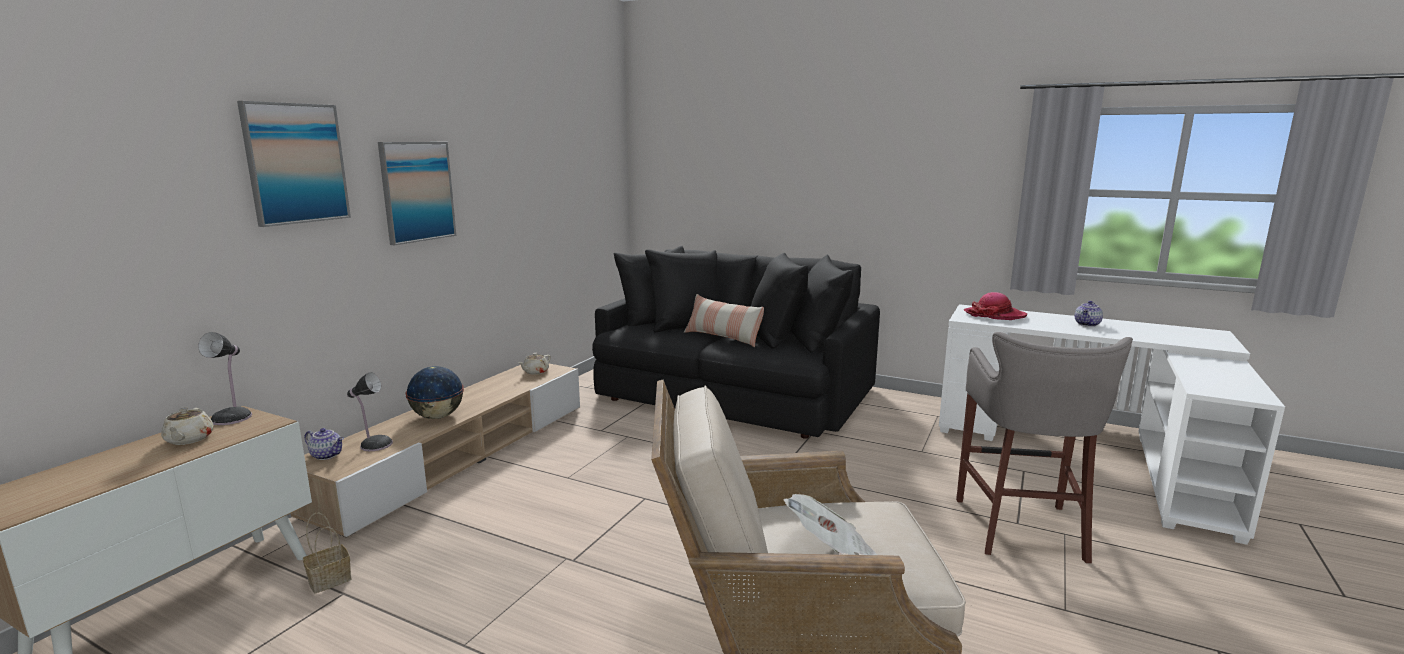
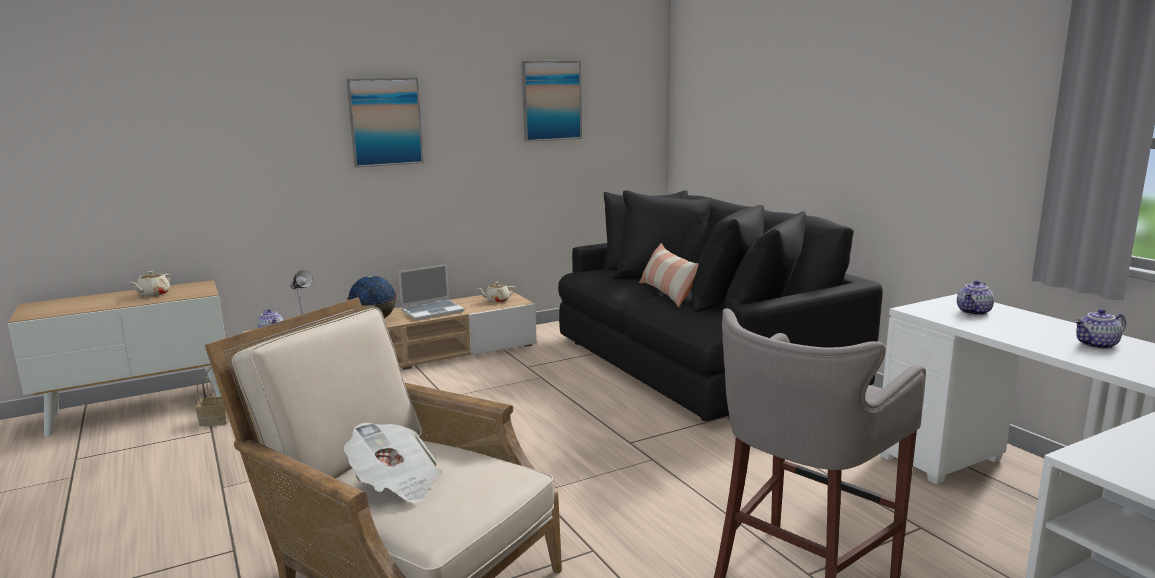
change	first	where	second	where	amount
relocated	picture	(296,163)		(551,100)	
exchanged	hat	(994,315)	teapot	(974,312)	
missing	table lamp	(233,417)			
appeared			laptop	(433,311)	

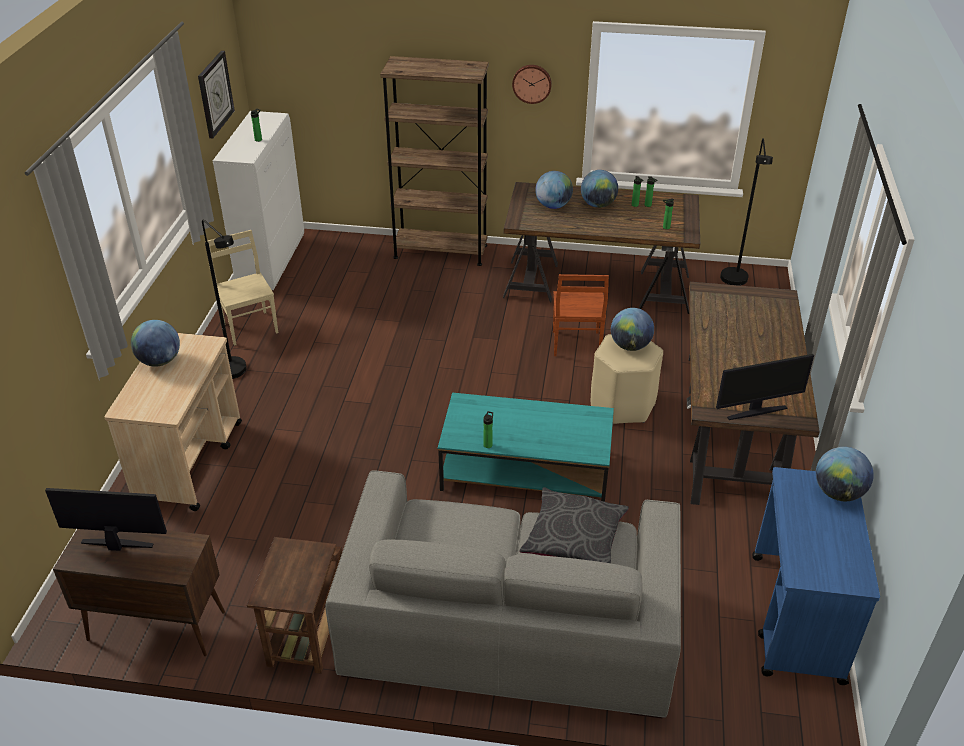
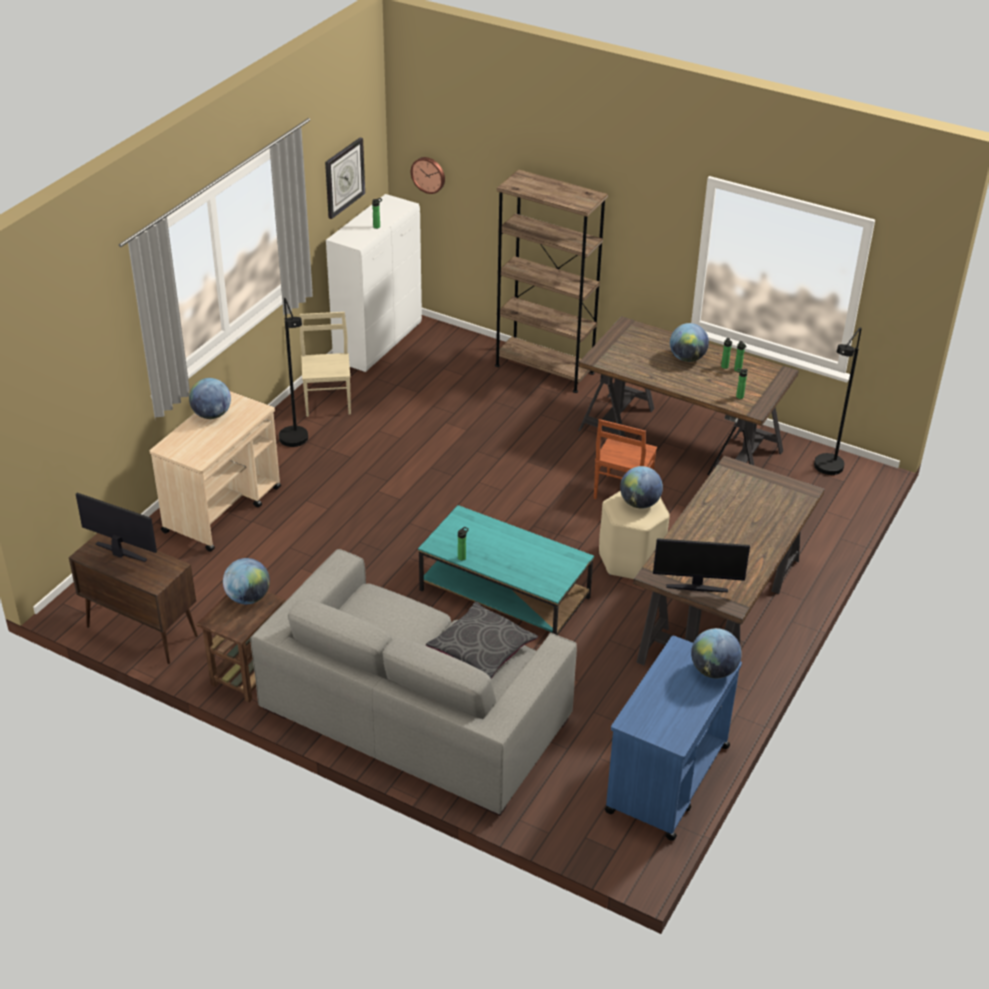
change	first	where	second	where	amount
relocated	wall clock	(532,83)		(428,174)	
relocated	globe	(553,206)		(248,598)	

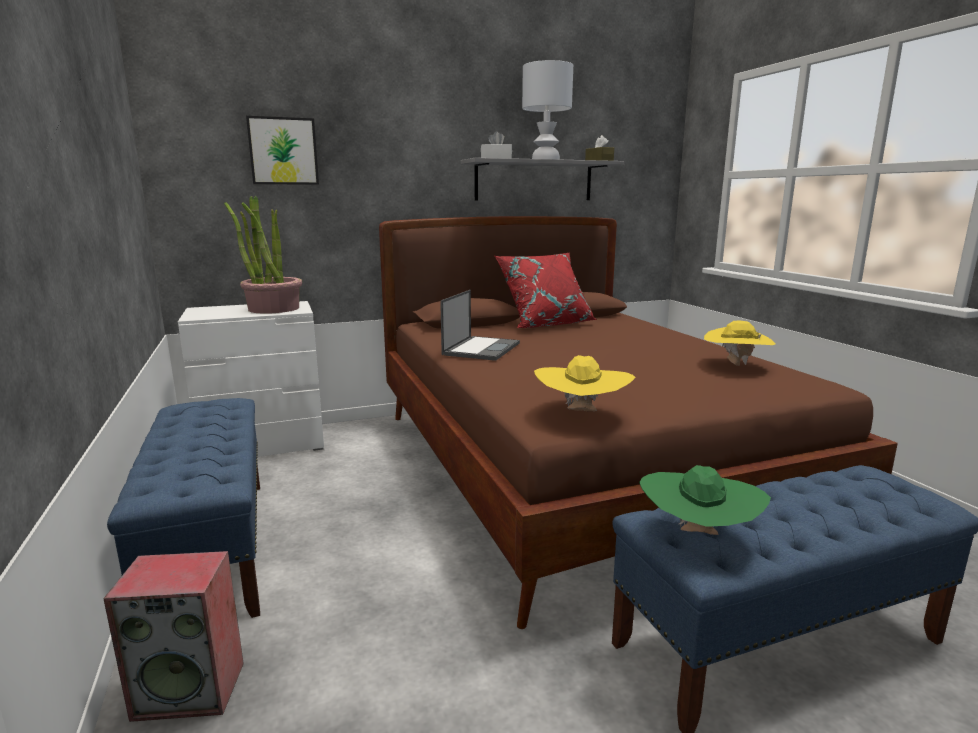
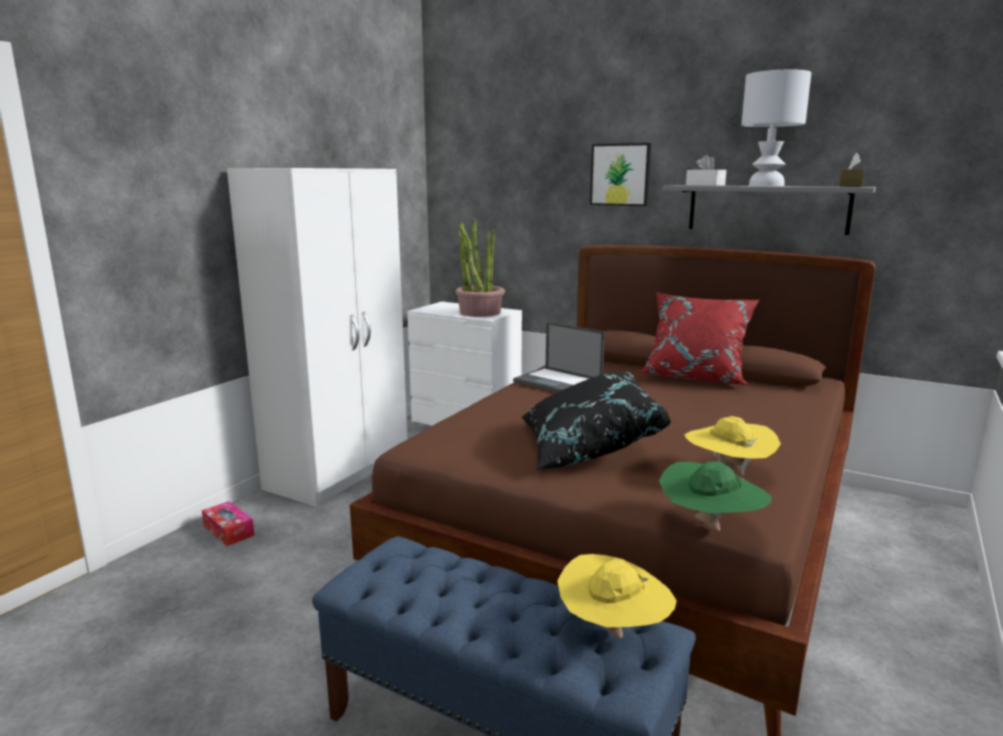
change	first	where	second	where	amount
relocated	picture	(283,151)		(621,174)	
spun	laptop	(481,348)		(559,382)	60 degrees clockwise
relocated	yellow hat	(581,413)		(613,631)	
exchanged	blue bench	(211,548)	white wardrobe	(340,472)	
relocated	green hat	(697,535)		(710,527)	
exchanged	speaker	(191,689)	tissue box	(228,531)	
appeared			black pillow	(586,448)	

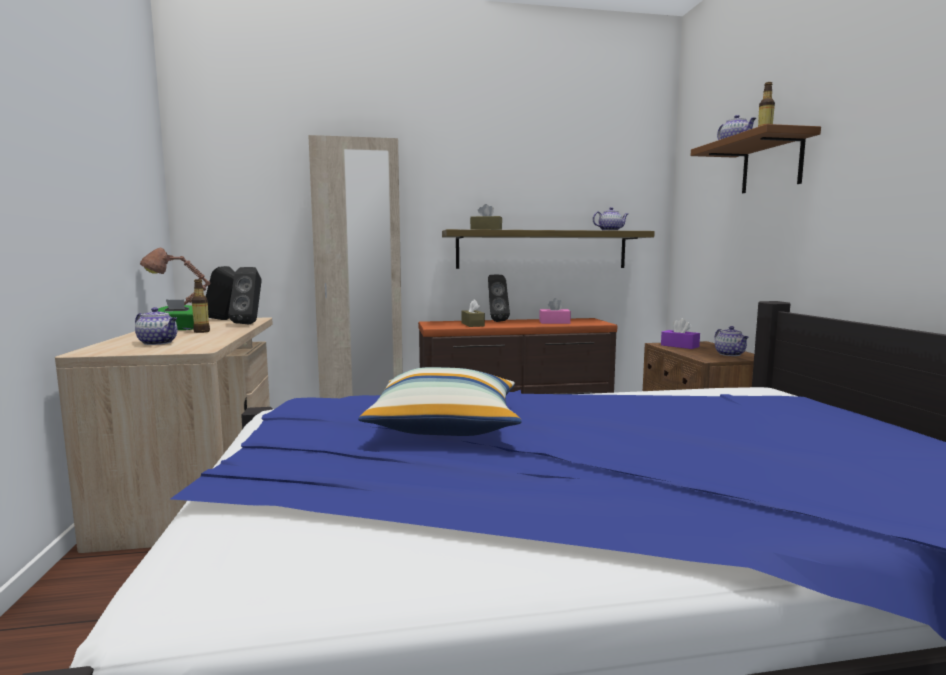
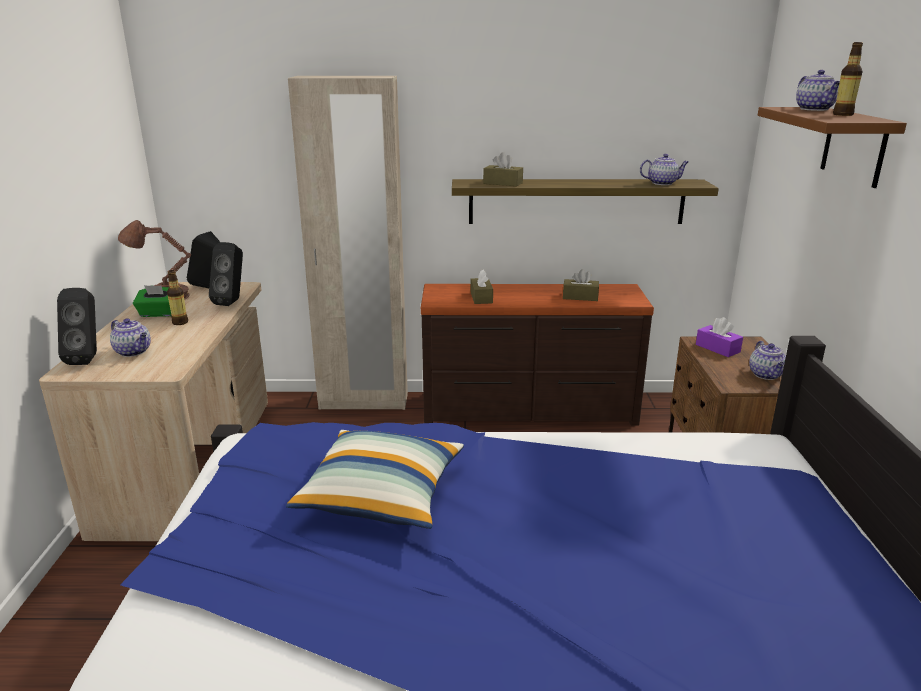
change	first	where	second	where	amount
relocated	black speaker	(496,321)		(88,359)	
colour	pink tissue box	(554,322)	brown tissue box	(580,297)	

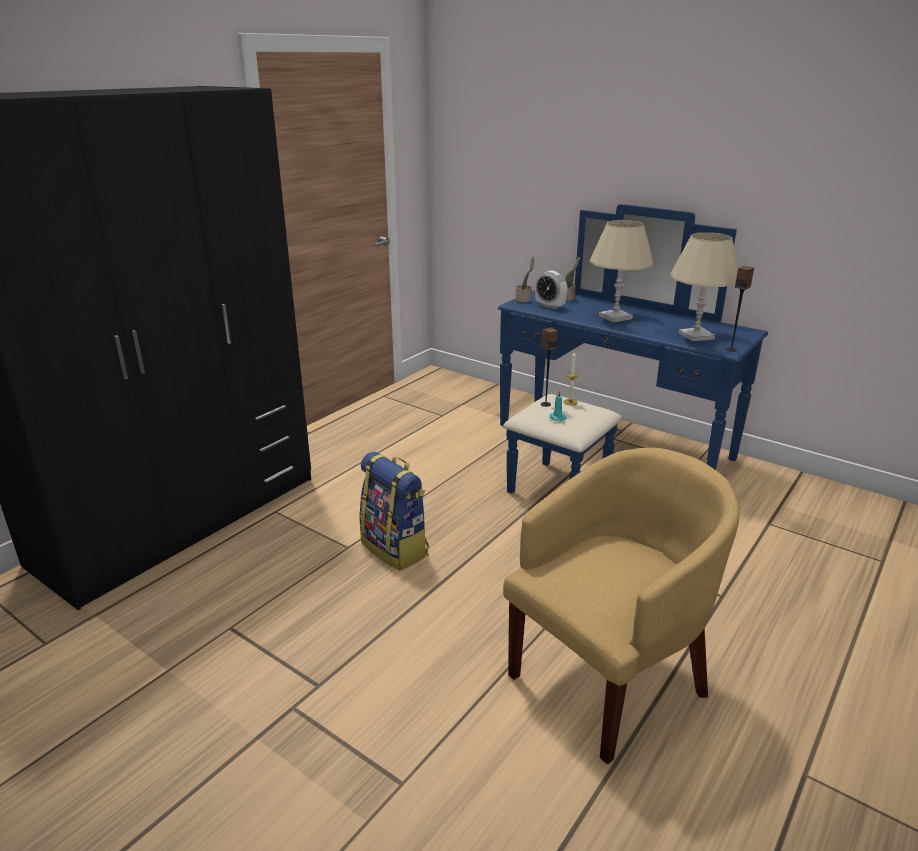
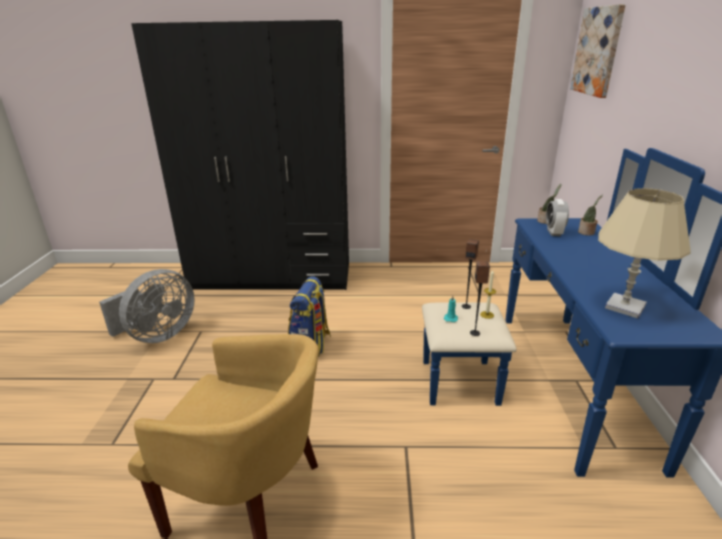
change	first	where	second	where	amount
missing	beige table lamp	(615,317)			
relocated	speaker	(731,349)		(475,333)	
appeared			picture	(598,51)	
appeared			grey fan	(158,335)	

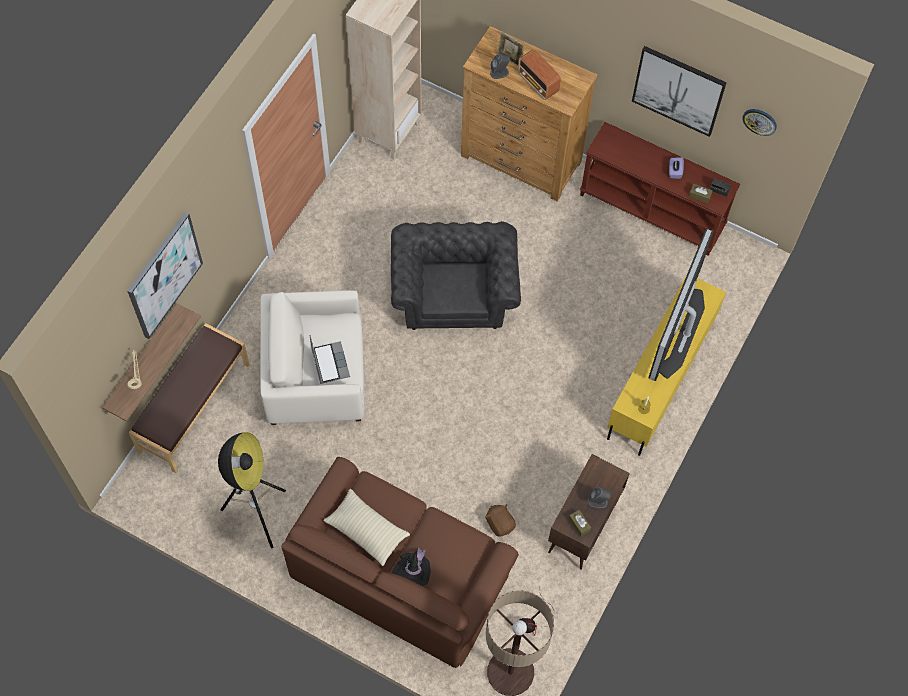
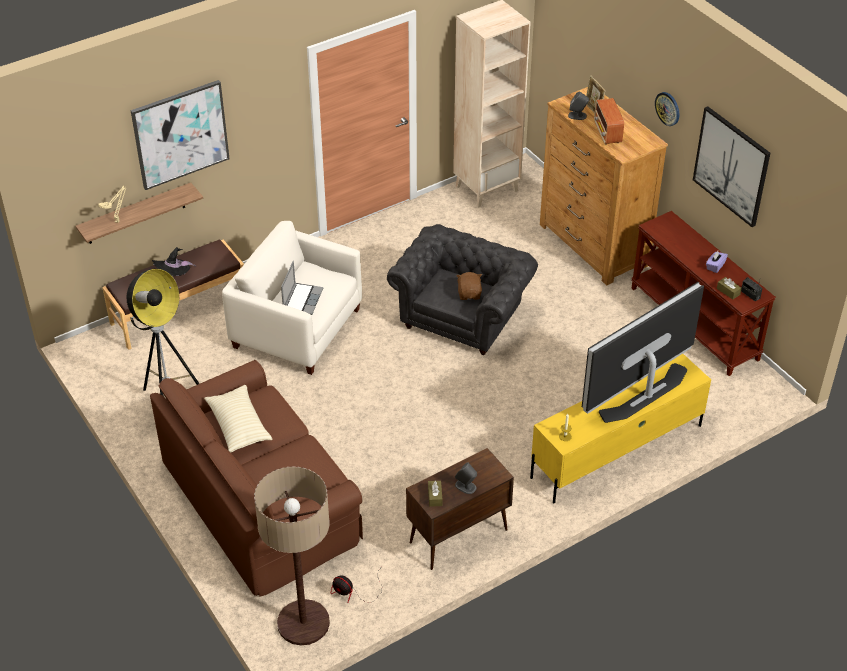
change	first	where	second	where	amount
relocated	wall clock	(760,121)		(668,108)	
relocated	brown plush toy	(500,523)		(469,294)	
relocated	black hat	(413,573)		(174,276)	

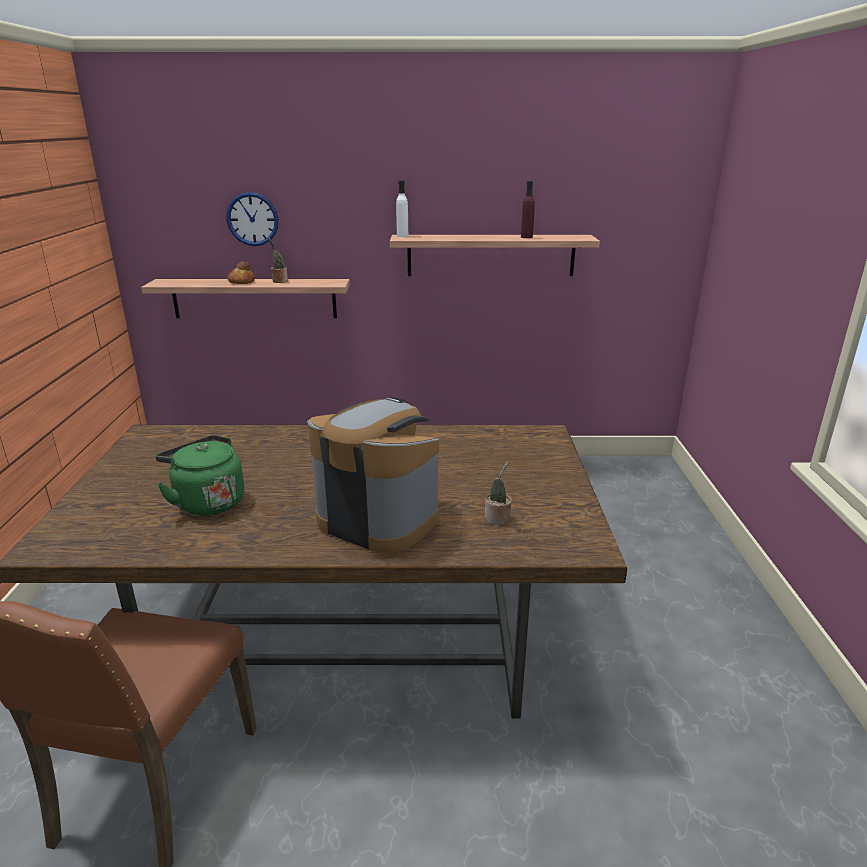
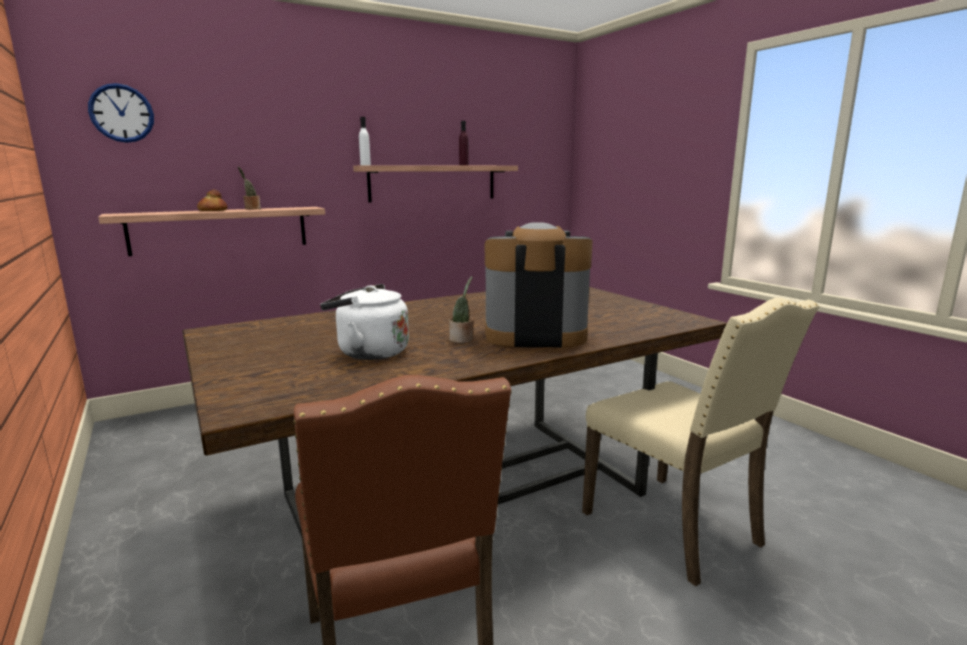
change	first	where	second	where	amount
relocated	wall clock	(252,219)		(121,113)	
colour	green kettle	(207,502)	white kettle	(368,352)	
relocated	potted plant	(498,519)		(462,340)	
appeared			beige chair	(675,528)	

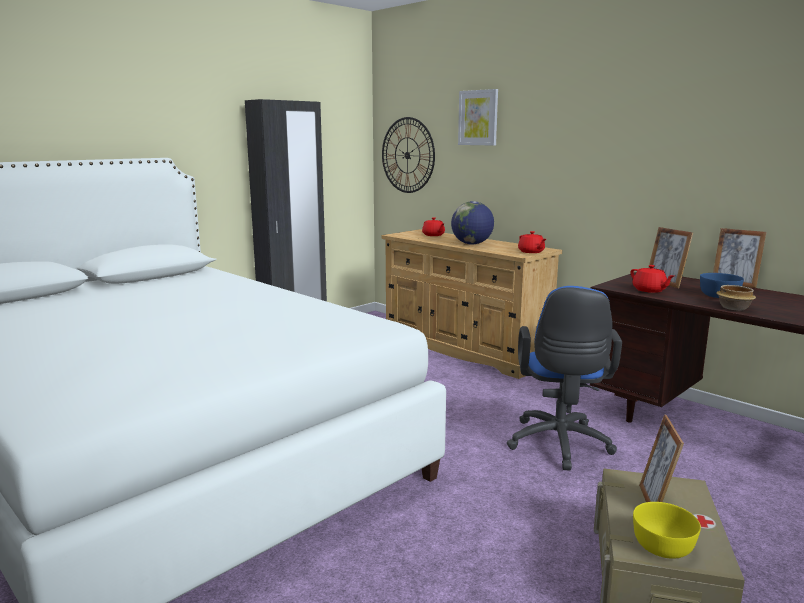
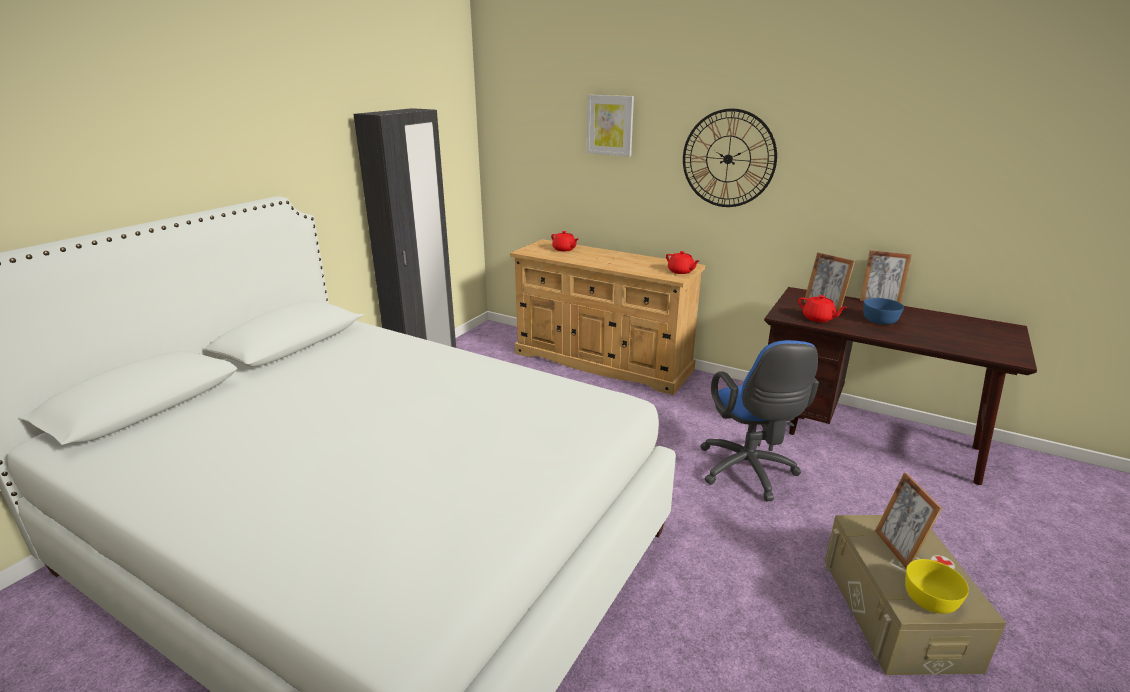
change	first	where	second	where	amount
relocated	wall clock	(407,155)		(728,159)	
missing	globe	(472,244)			
missing	bowl	(733,308)			

